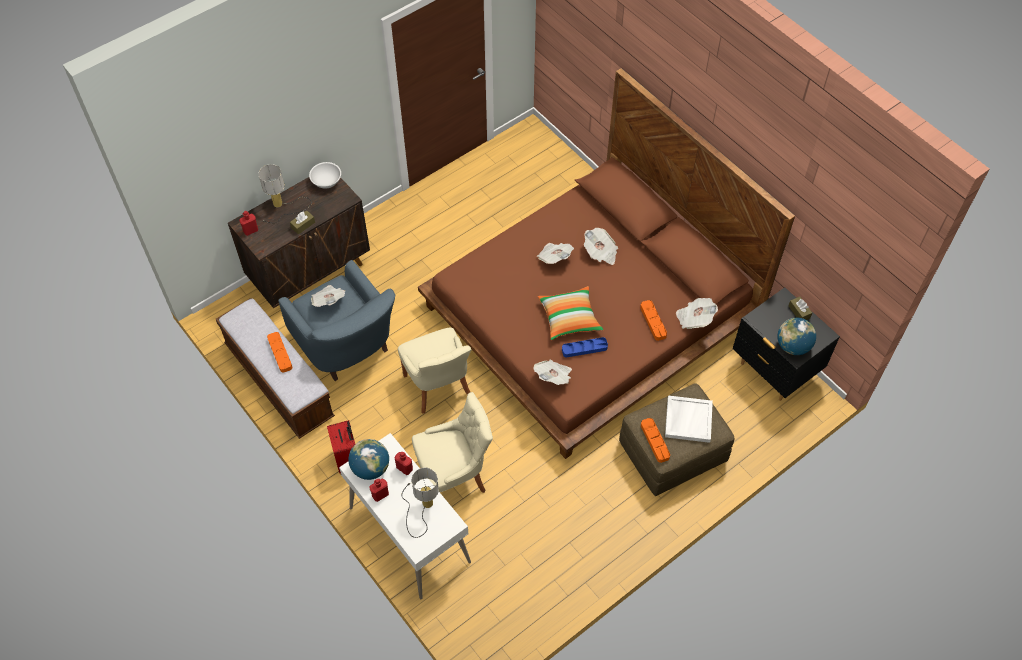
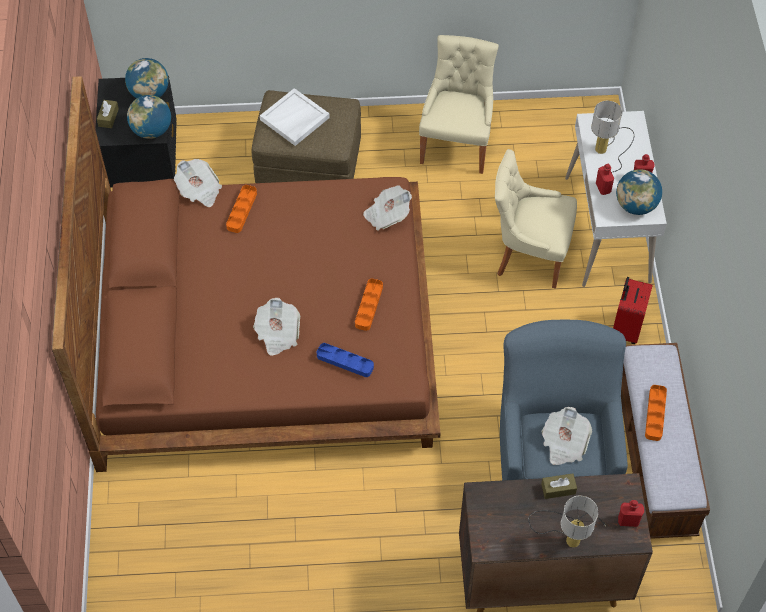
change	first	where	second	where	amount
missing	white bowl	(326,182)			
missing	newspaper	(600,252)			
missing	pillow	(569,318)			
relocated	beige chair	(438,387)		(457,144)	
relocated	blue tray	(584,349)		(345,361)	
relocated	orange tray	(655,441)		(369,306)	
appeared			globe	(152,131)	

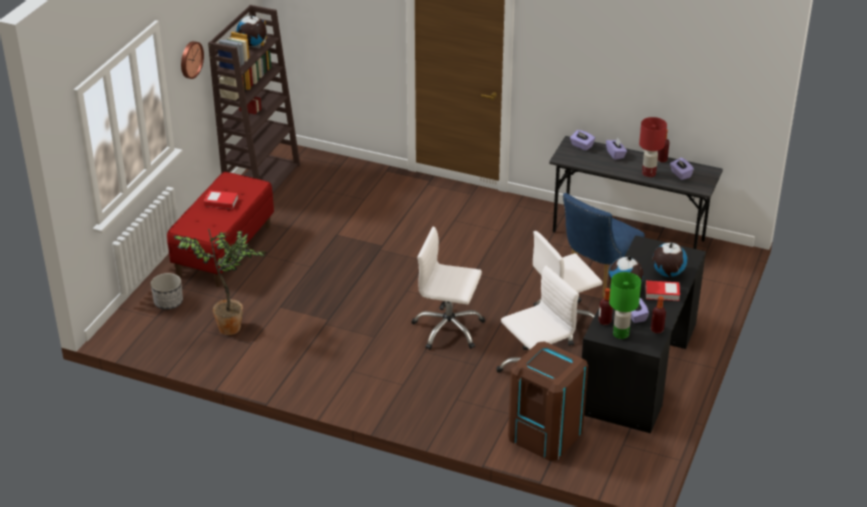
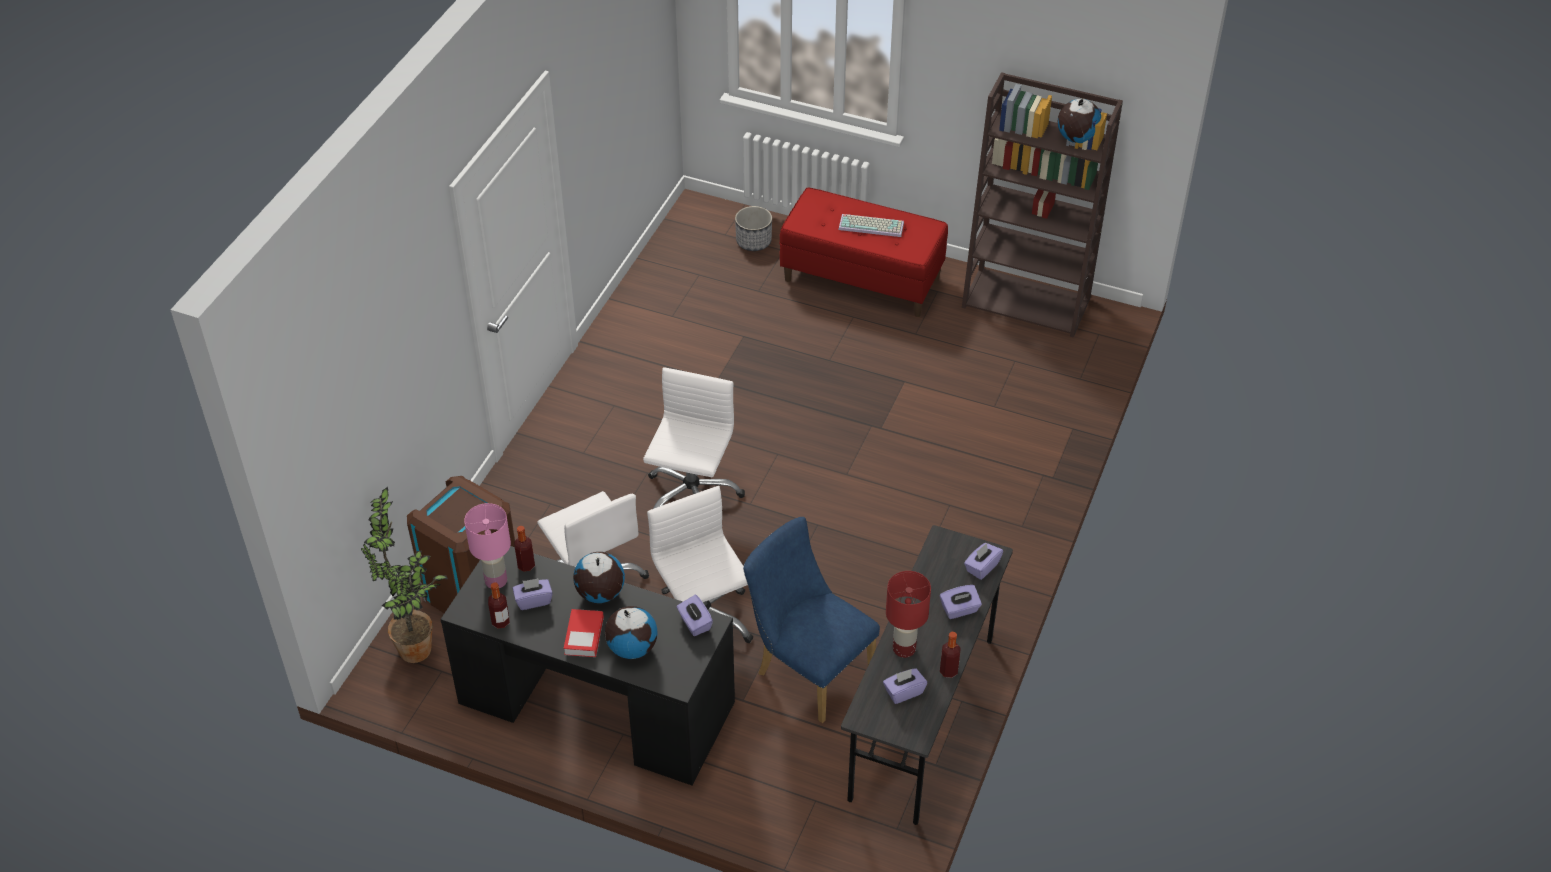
change	first	where	second	where	amount
missing	wall clock	(190,59)			
exchanged	book	(221,202)	keyboard	(872,225)	
relocated	potted plant	(232,326)		(418,653)	
colour	green table lamp	(621,334)	pink table lamp	(496,581)	
appeared			purple tissue box	(694,623)	

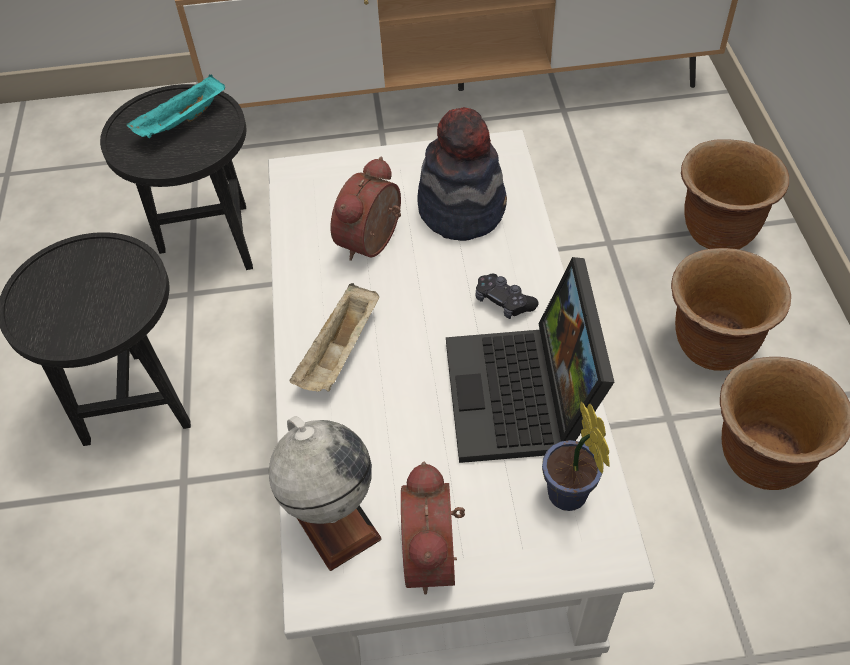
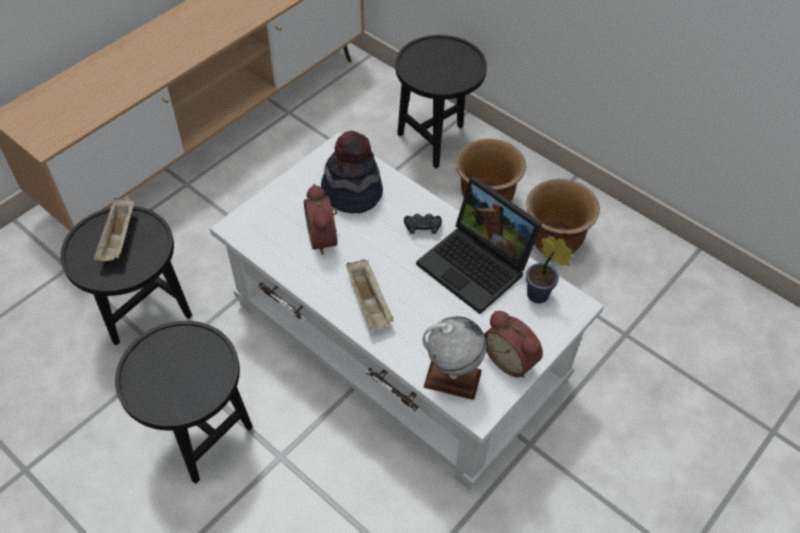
change	first	where	second	where	amount
colour	turquoise tray	(182,122)	beige tray	(119,239)	
exchanged	brown planter	(717,232)	black side table	(436,139)	

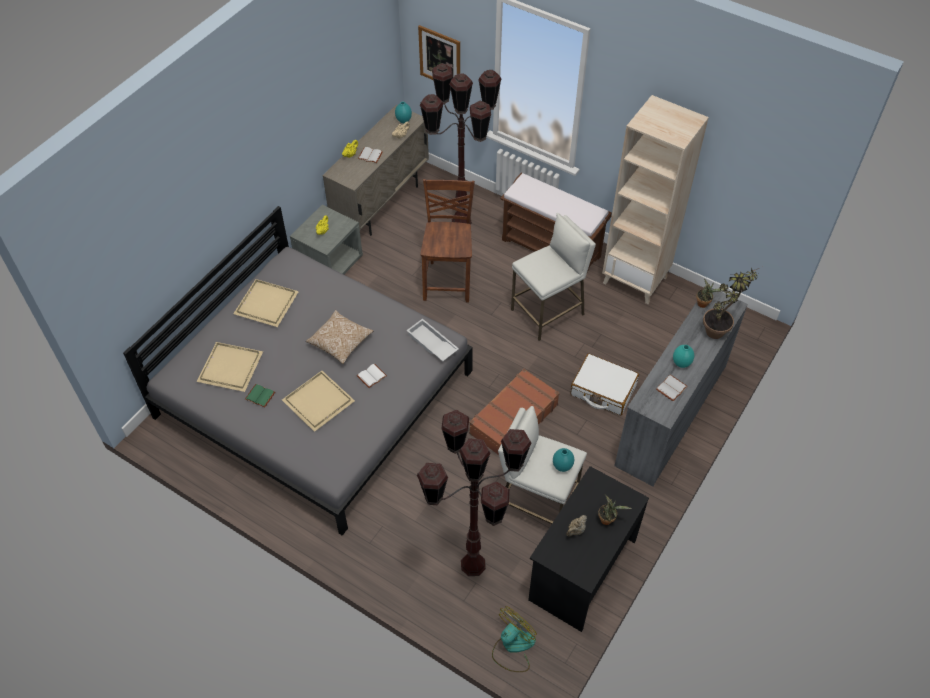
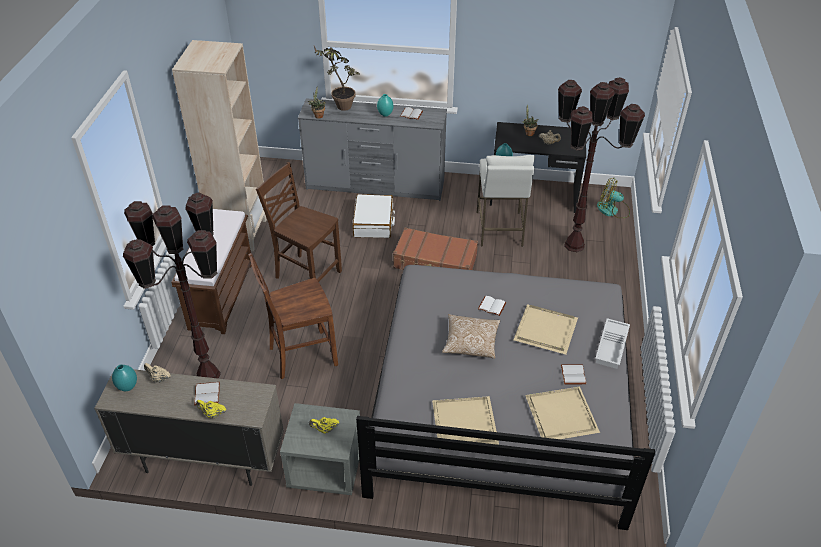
change	first	where	second	where	amount
missing	picture	(440,58)			
exchanged	white stool	(548,312)	brown chair	(307,275)	
relocated	white tray	(431,344)		(612,346)	
colour	green book	(261,395)	white book	(572,374)	

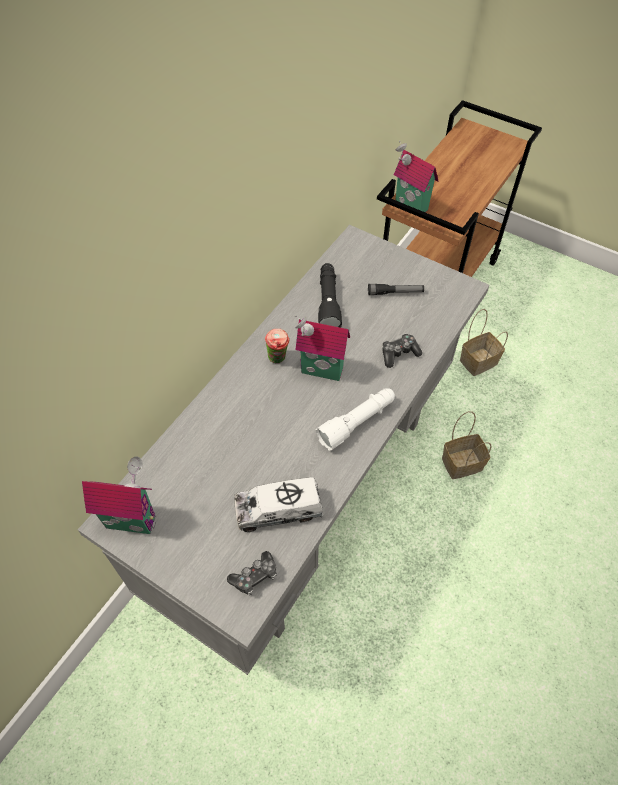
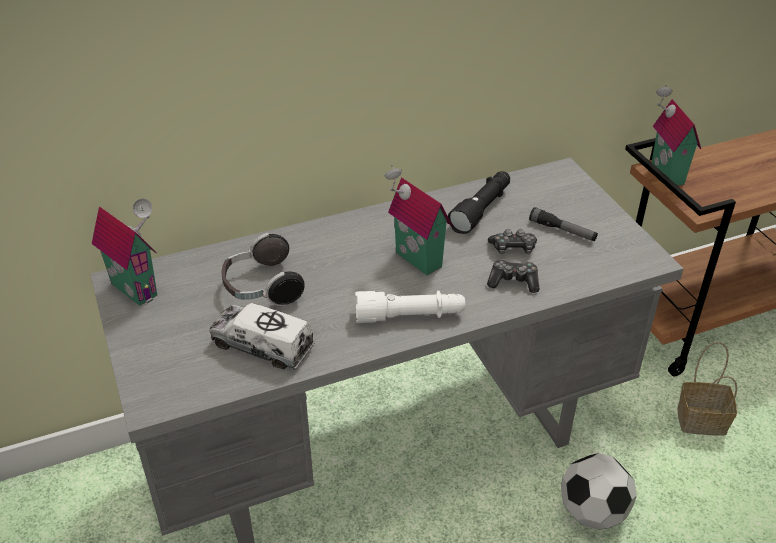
change	first	where	second	where	amount
missing	cup	(278,359)			
exchanged	basket	(463,462)	football	(592,512)	
relocated	game controller	(255,576)		(513,248)	
appeared			headphones	(261,287)	

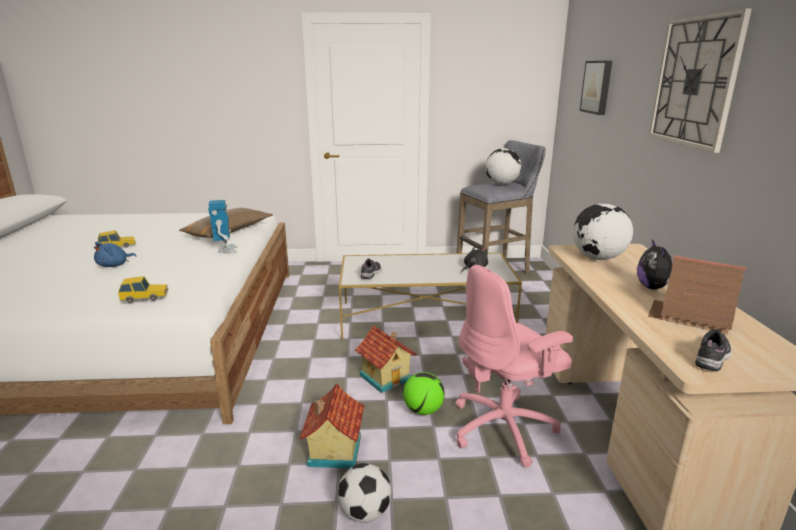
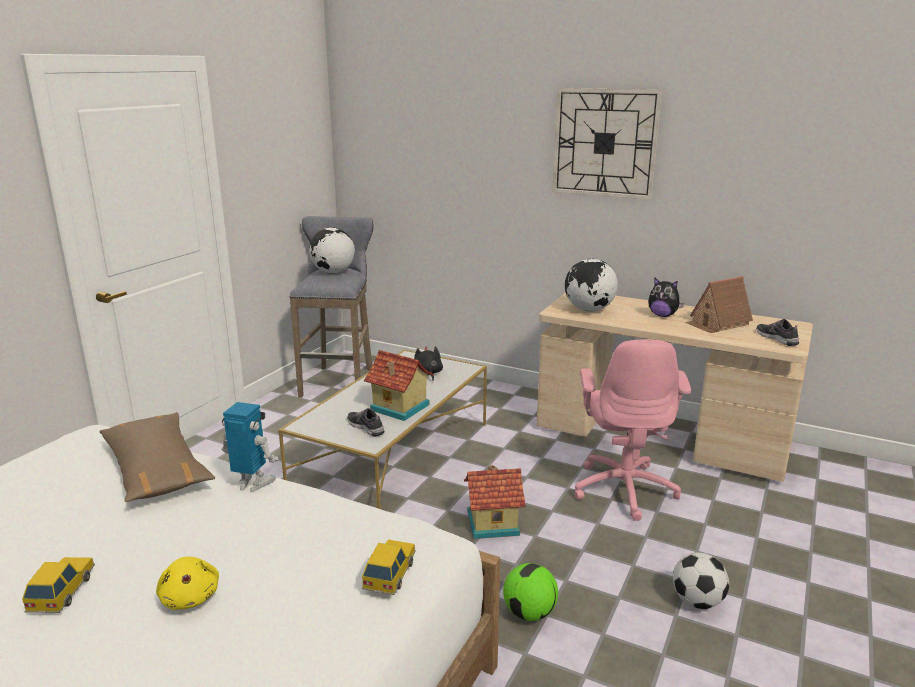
change	first	where	second	where	amount
missing	picture	(597,87)			
colour	blue plush toy	(115,265)	yellow plush toy	(190,597)	
relocated	football	(423,410)		(530,613)	
relocated	toy house	(333,451)		(399,408)	

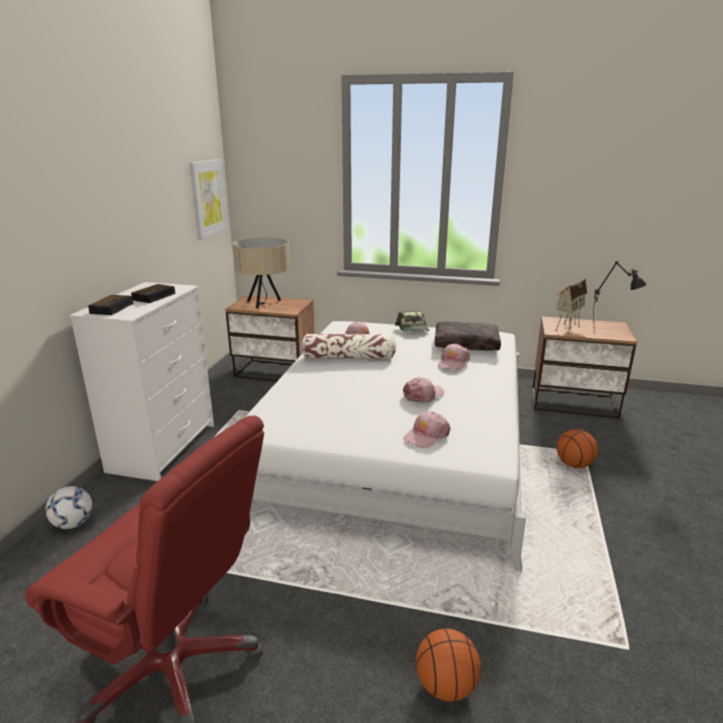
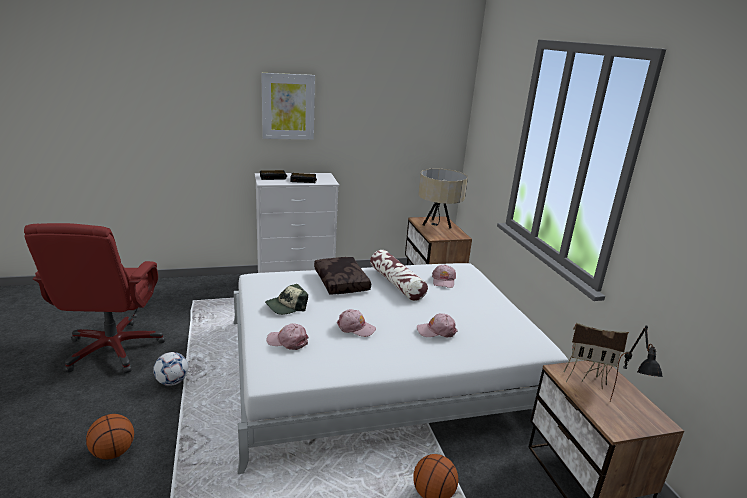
change	first	where	second	where	amount
relocated	picture	(208,198)		(288,106)	
relocated	cap	(413,329)		(286,306)	
relocated	brown pillow	(466,343)		(342,282)	
relocated	football	(73,524)		(172,382)	

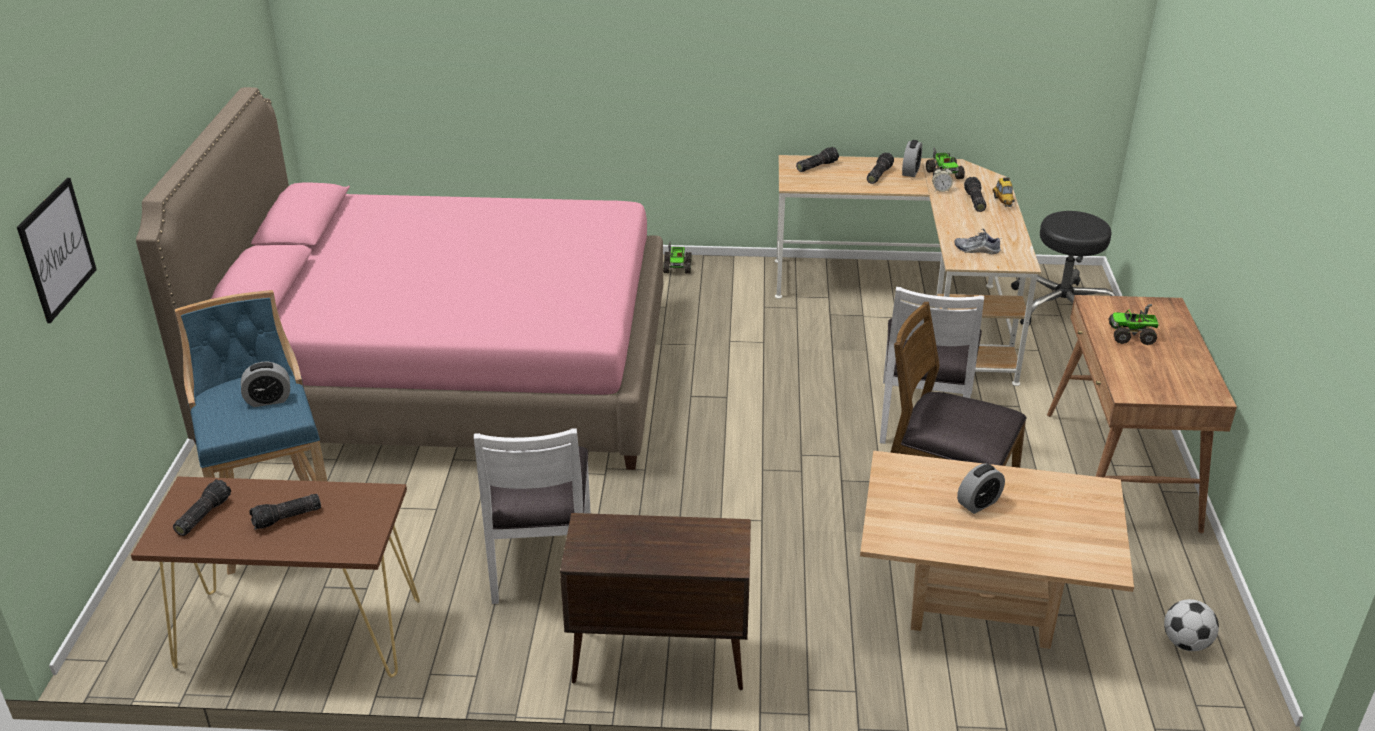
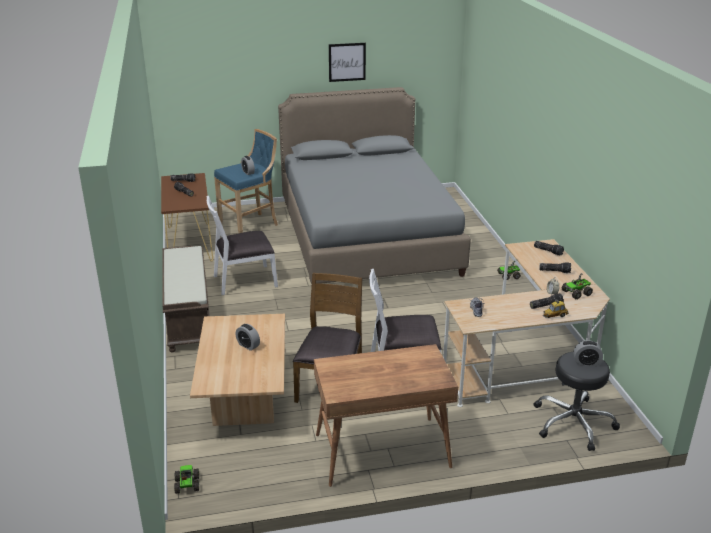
change	first	where	second	where	amount
colour	pink bed	(447,374)	grey bed	(366,236)	
relocated	alarm clock	(910,172)		(586,363)	
relocated	picture	(57,249)		(347,62)	
relocated	toy truck	(1132,335)		(187,485)	
exchanged	brown cabinet	(657,659)	brown bench	(187,317)	
missing	football	(1185,643)			

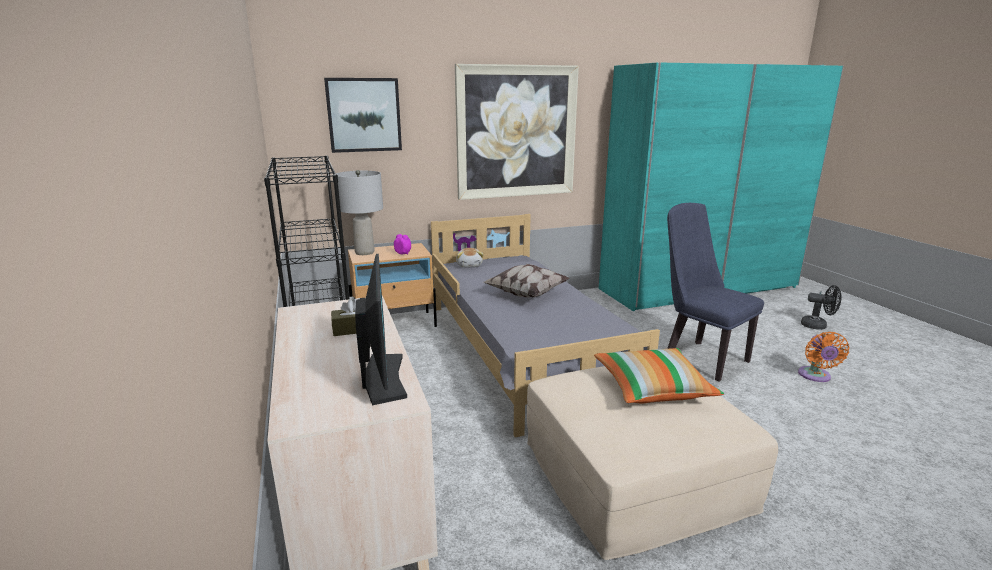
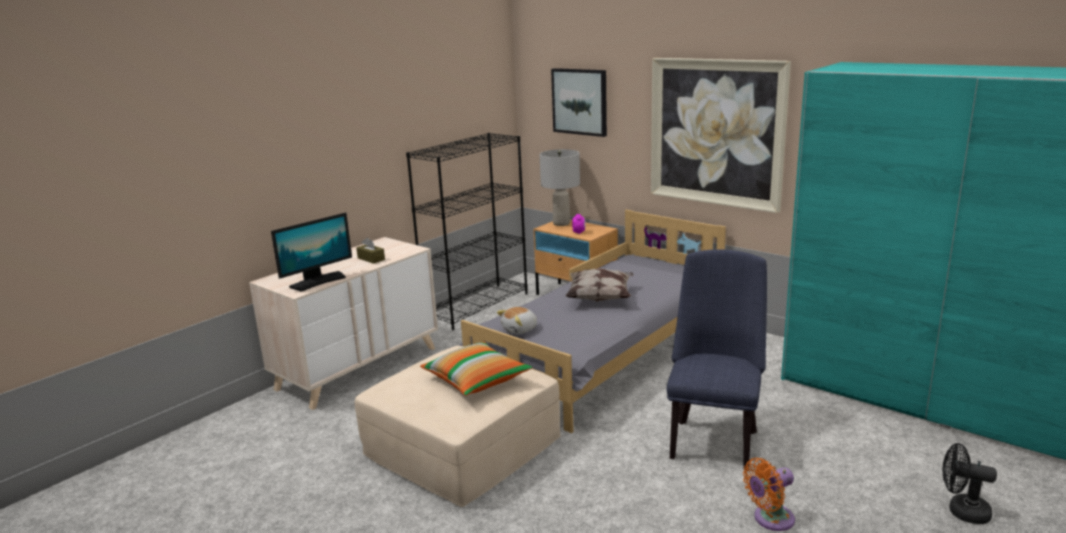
change	first	where	second	where	amount
relocated	plush toy	(469,265)		(520,329)	
spun	black fan	(818,326)		(962,511)	120 degrees clockwise

